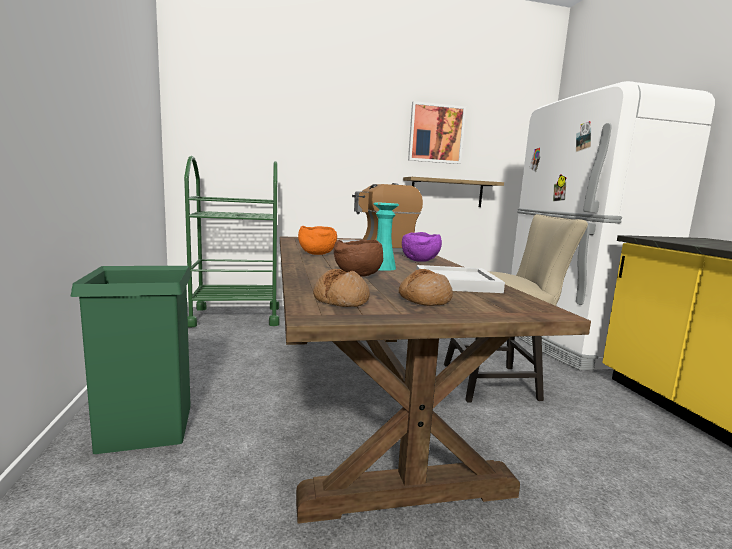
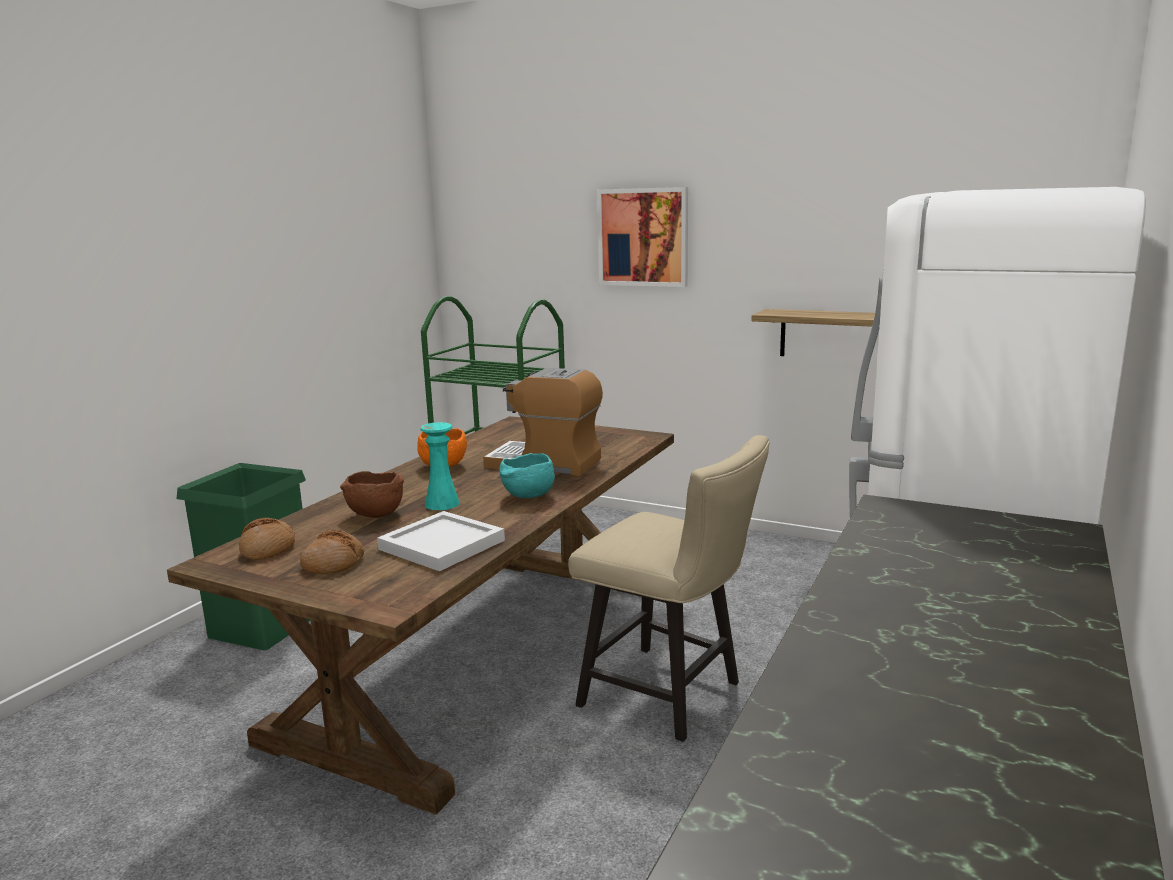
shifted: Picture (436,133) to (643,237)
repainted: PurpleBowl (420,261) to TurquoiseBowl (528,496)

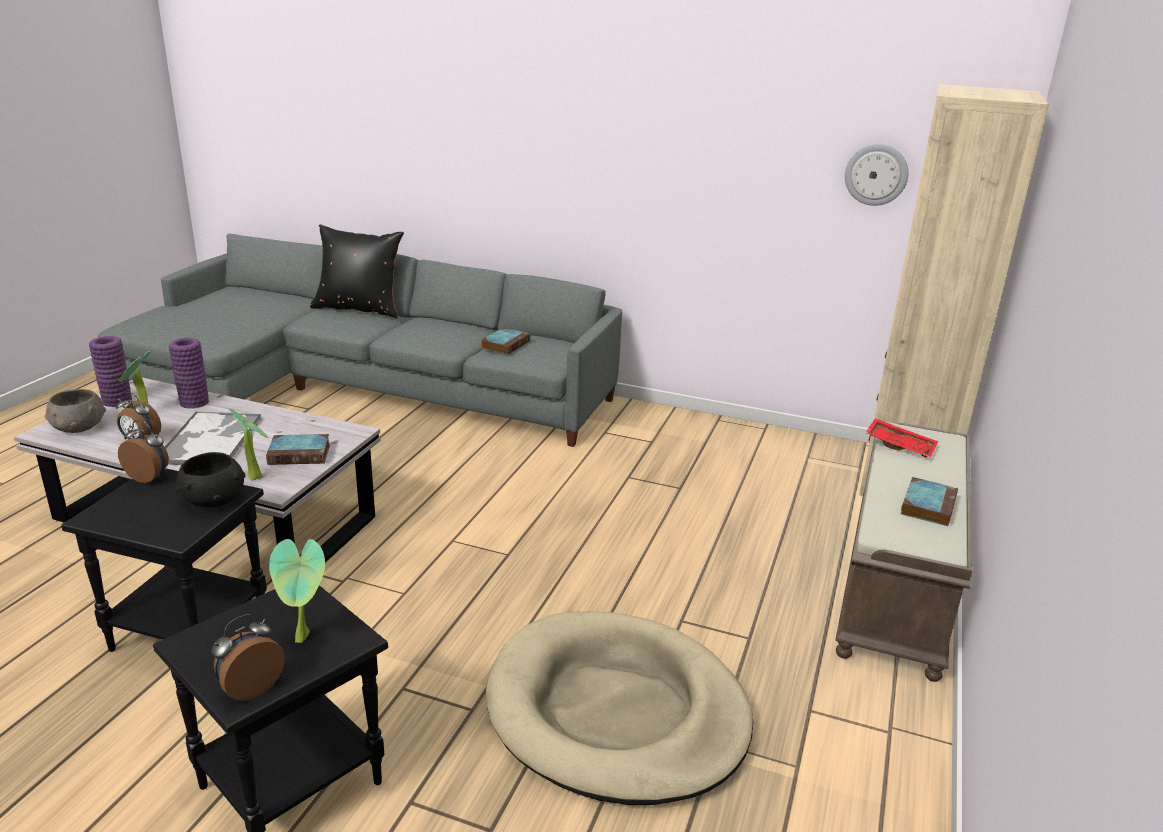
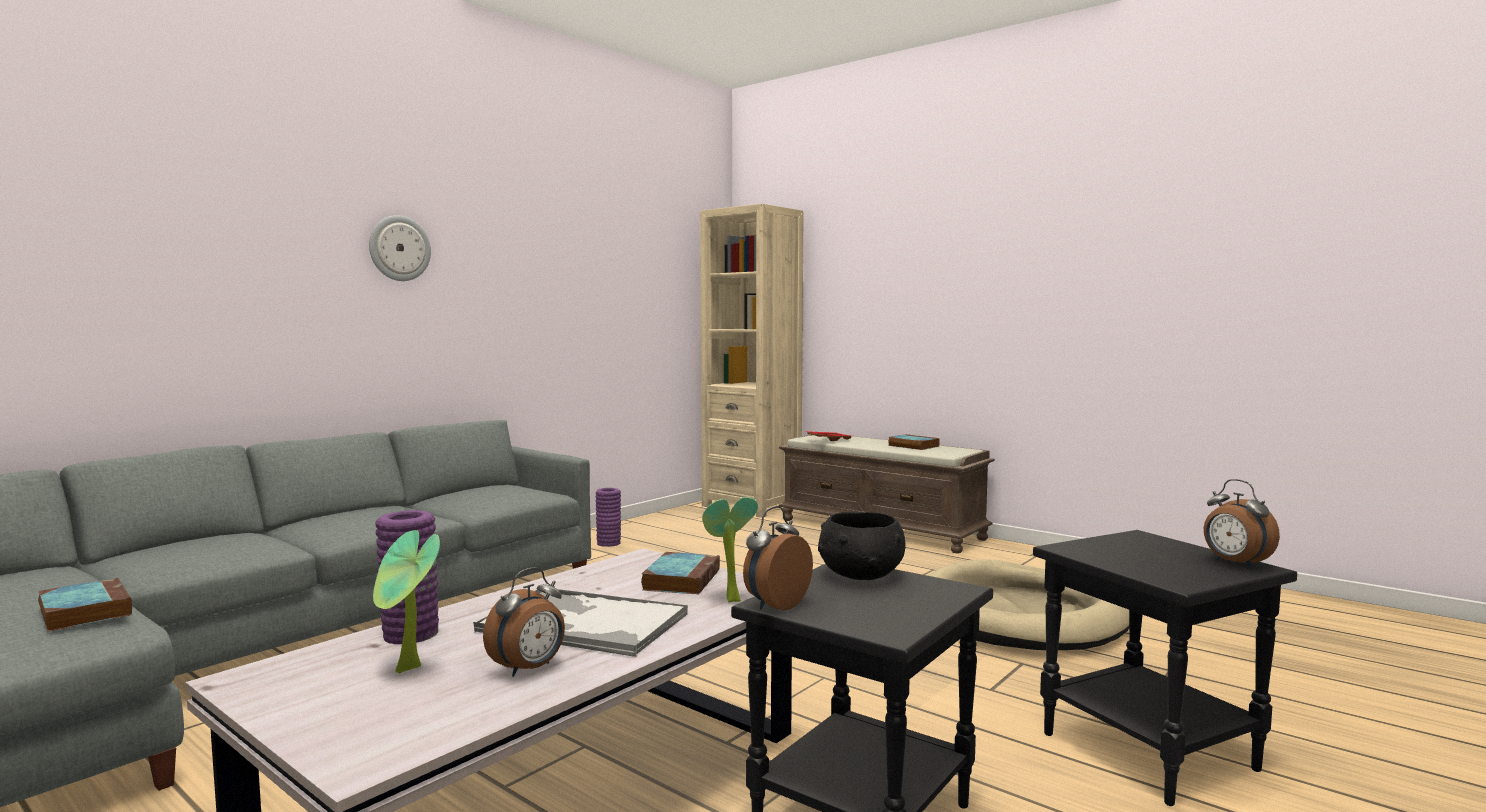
gone: GreyBowl (78,428); PottedPlant (304,638); BlackPillow (359,309)
shifted: PurpleVase (117,401) to (609,543); Book (506,344) to (84,611); WallClock (876,174) to (399,248)

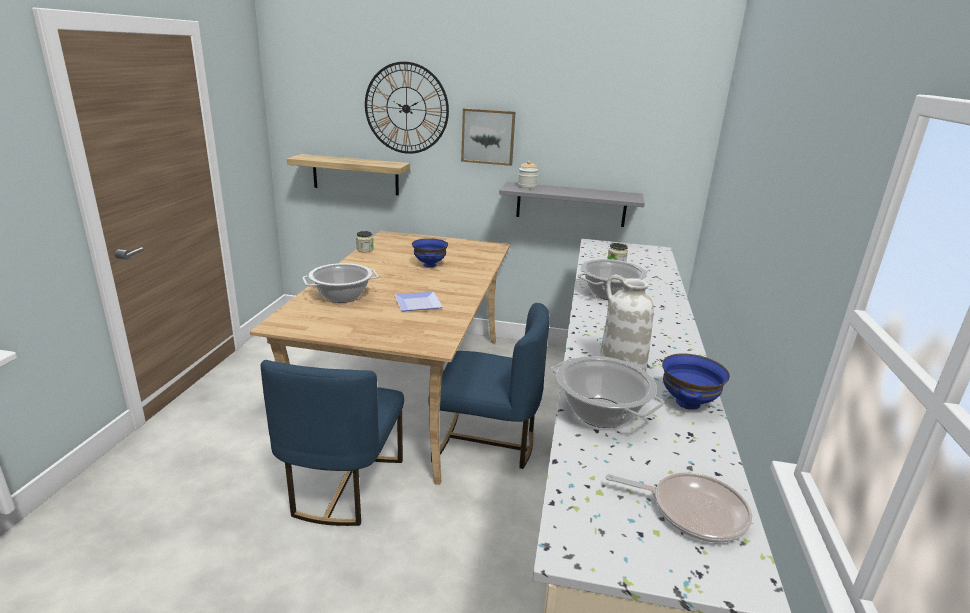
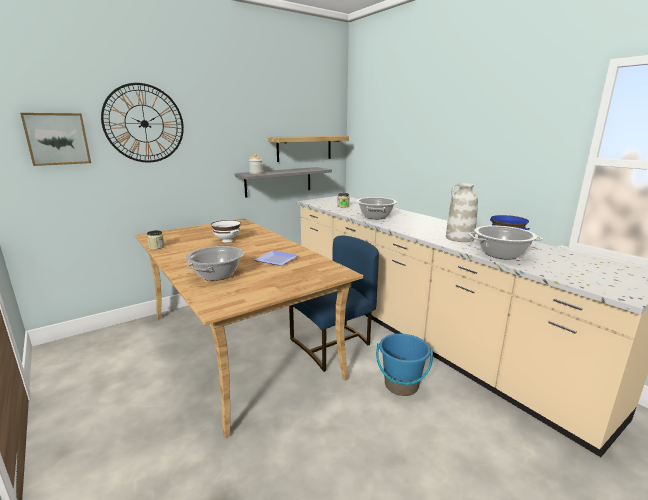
gone: BlueChair (342,486); FryingPan (692,511)
new: BlueBucket (401,385)
shifted: Shelf (355,175) to (304,148); Picture (488,136) to (57,139)
repainted: BlueBowl (430,265) to WhiteBowl (227,240)

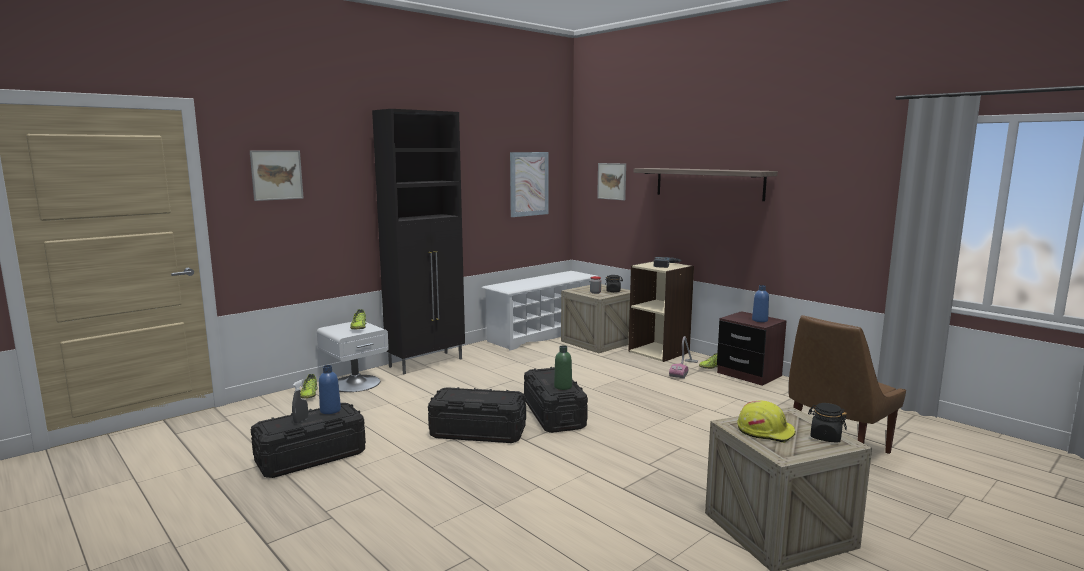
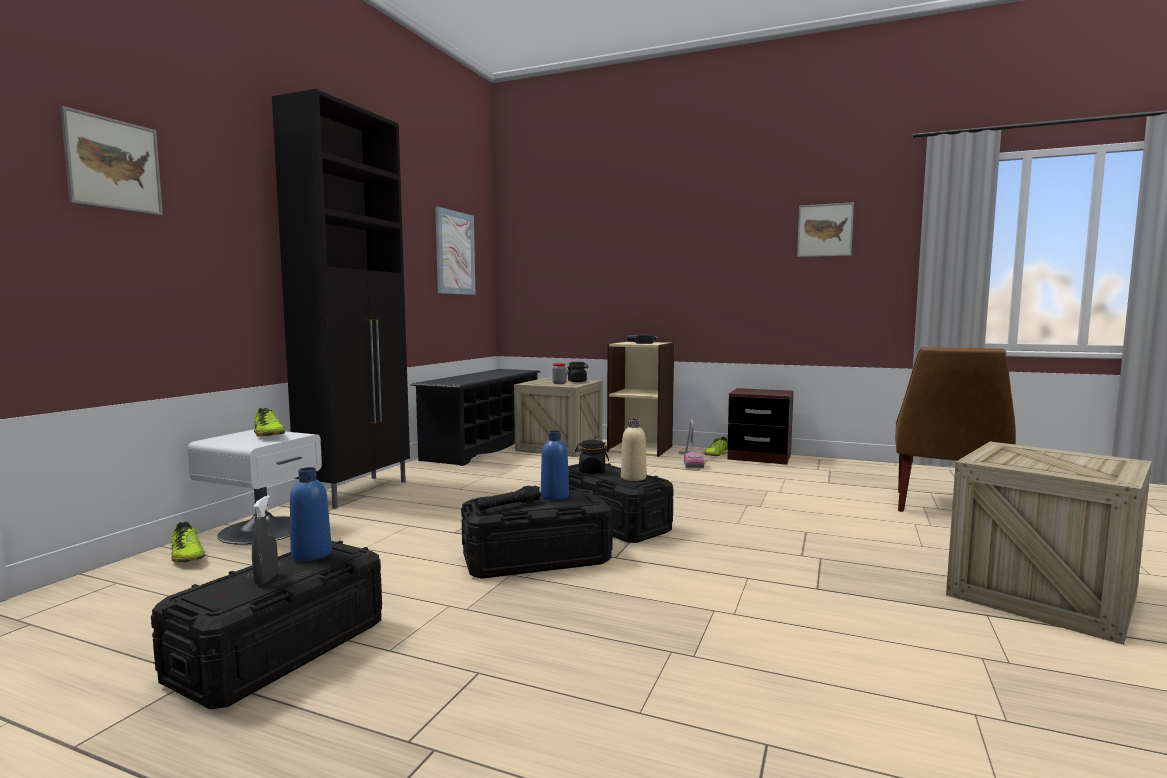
gone: Shelf (708,183); YellowHardHat (765,431)
new: BlackFlashlight (508,506)
shifted: Picture (612,181) to (825,230); BlueBottle (759,320) to (554,496); BlackJar (825,437) to (592,471)
repainted: WhiteShoeRack (542,334) to BlackShoeRack (483,447); GreenBottle (563,387) to BeigeBottle (633,478)

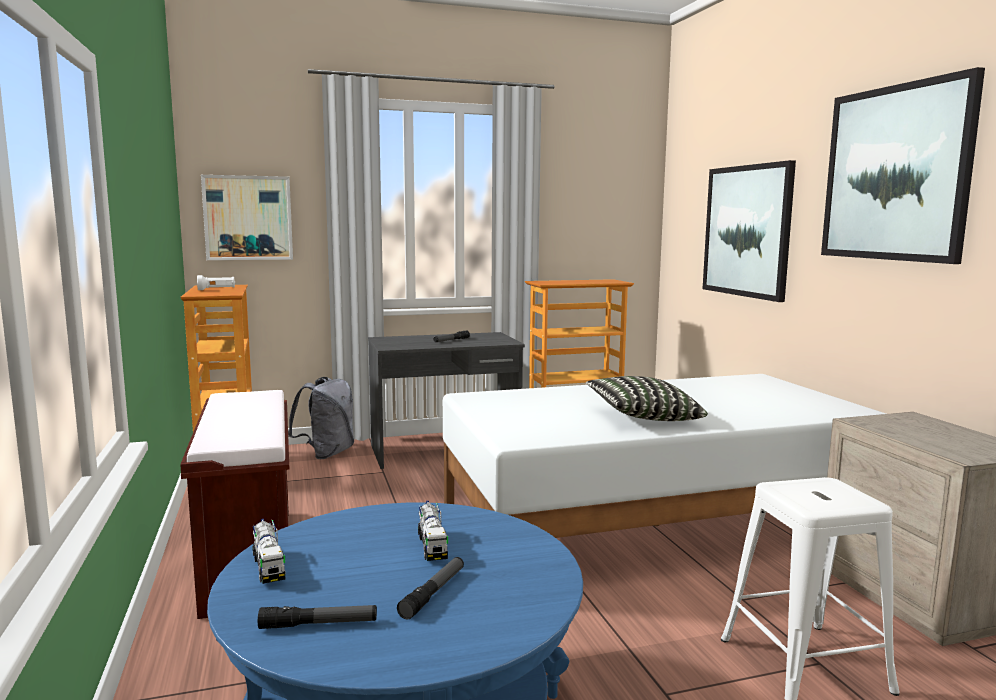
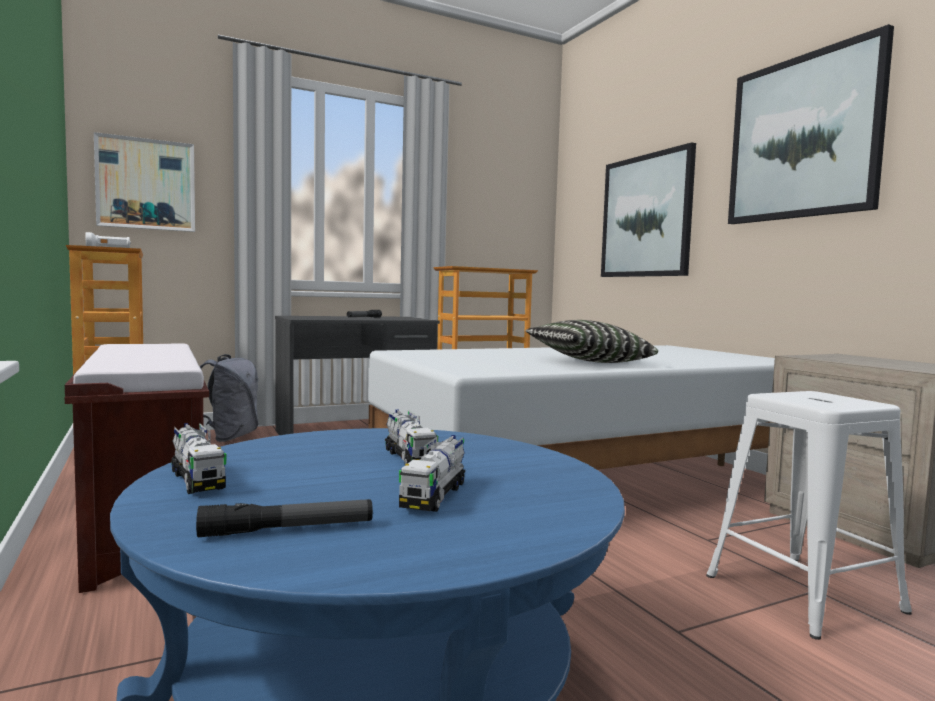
swapped: Flashlight (433,593) to ToyTruck (435,495)

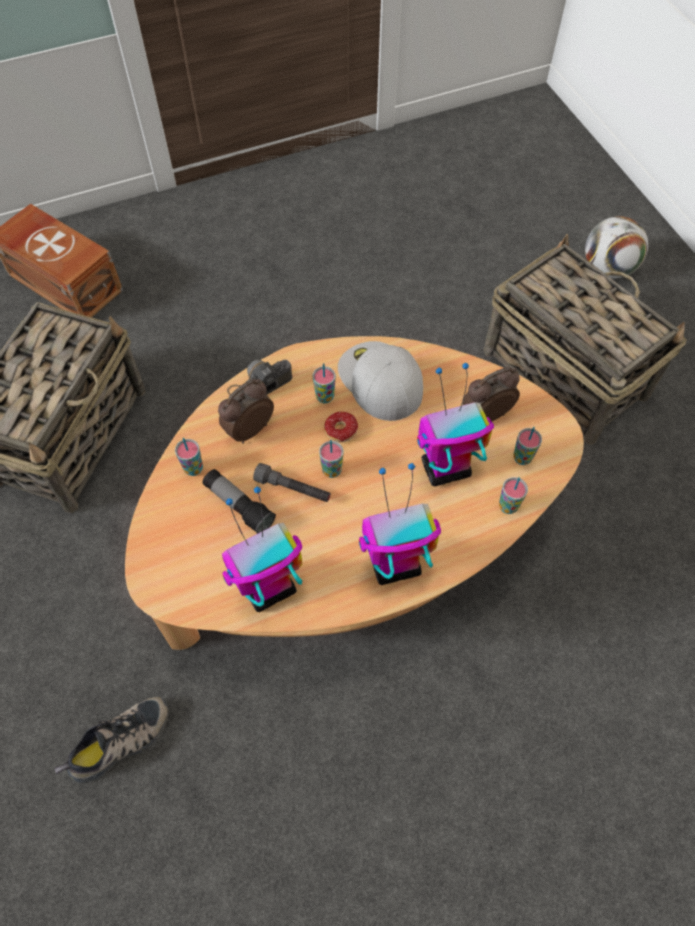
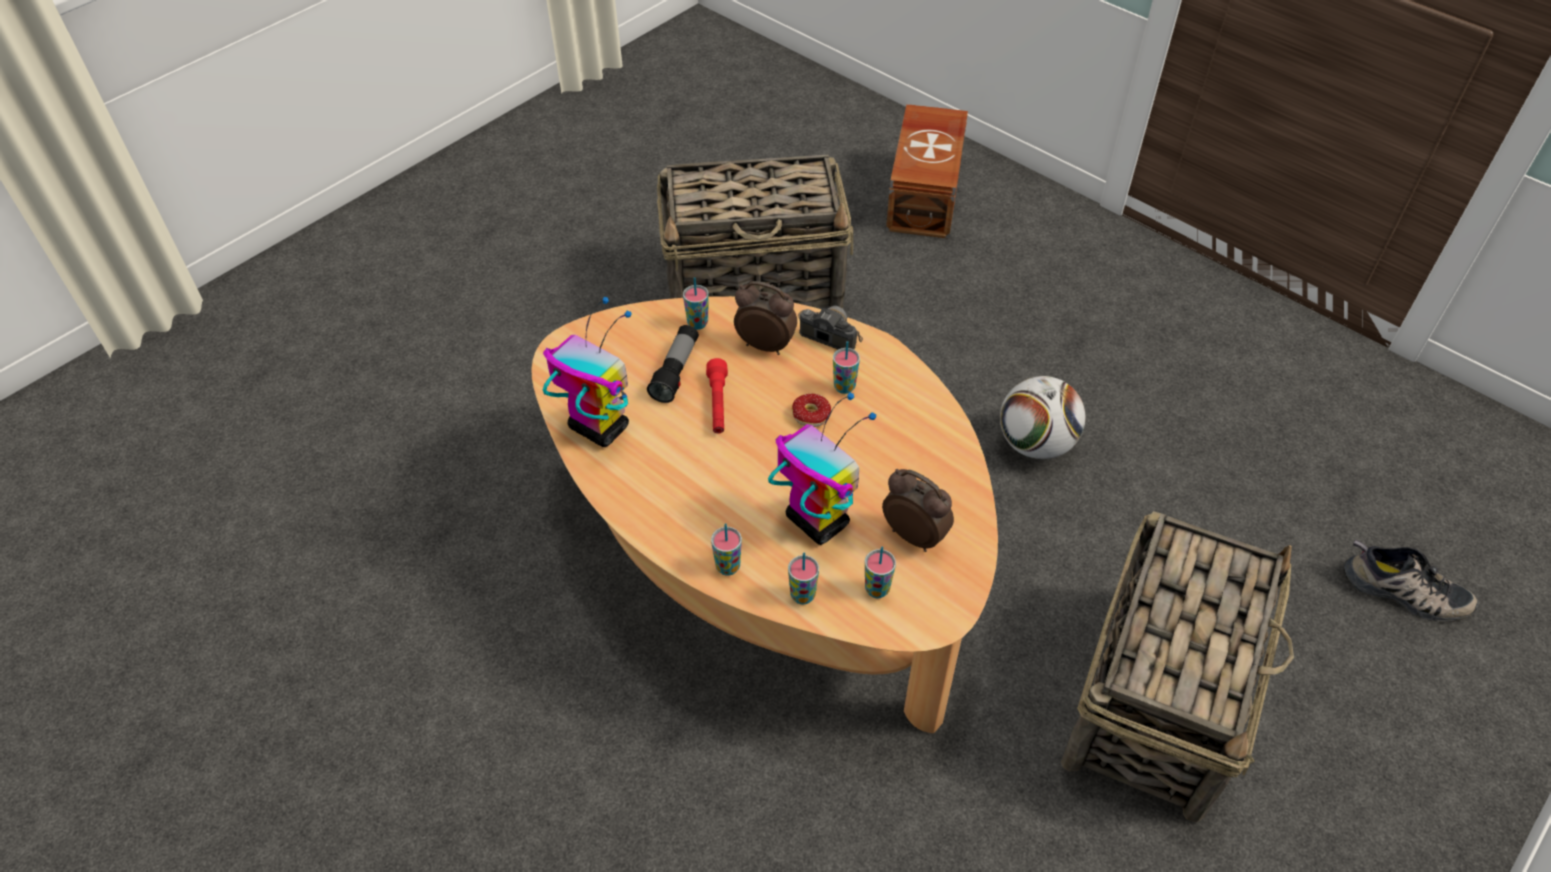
gone: WhiteCap (379,380); ToyRobot (393,566)
shifted: Shoe (121,743) to (1403,593); Cup (331,470) to (728,567); Football (607,269) to (1035,444)
repainted: GreyFlashlight (293,489) to RedFlashlight (718,404)

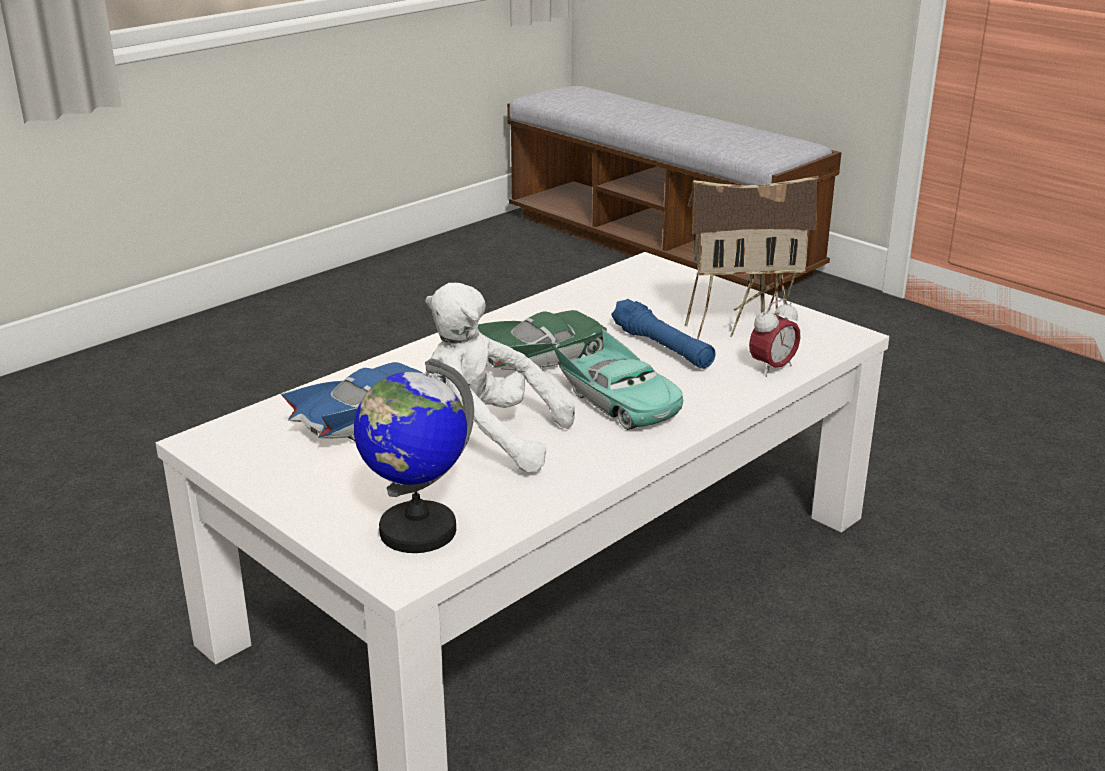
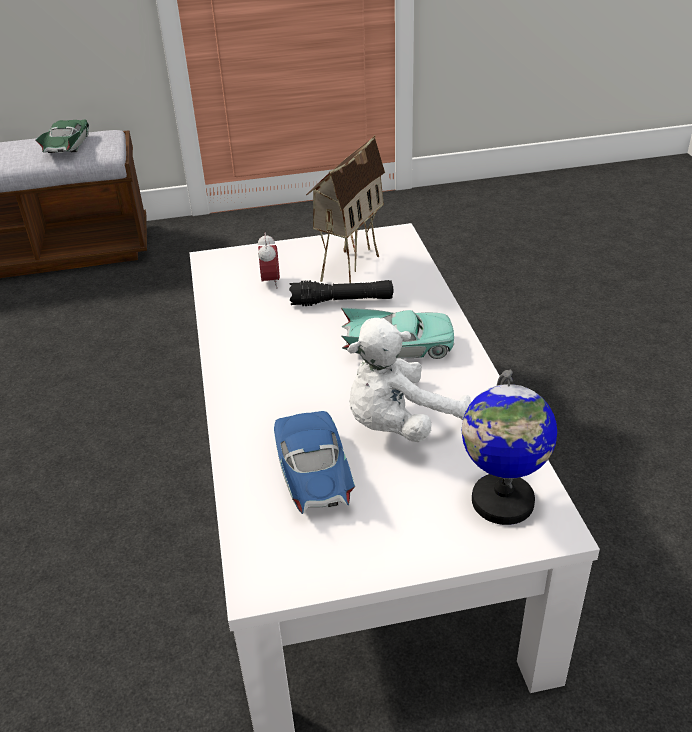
shifted: GreenToyCar (540,358) to (67,146); AlarmClock (772,368) to (270,282)
repainted: BlueFlashlight (662,347) to BlackFlashlight (342,301)

